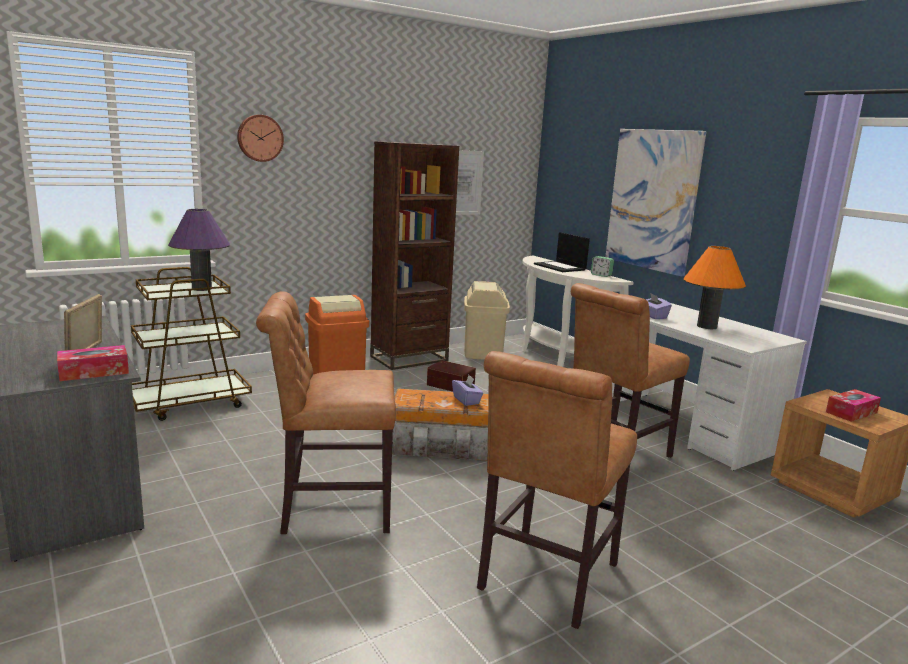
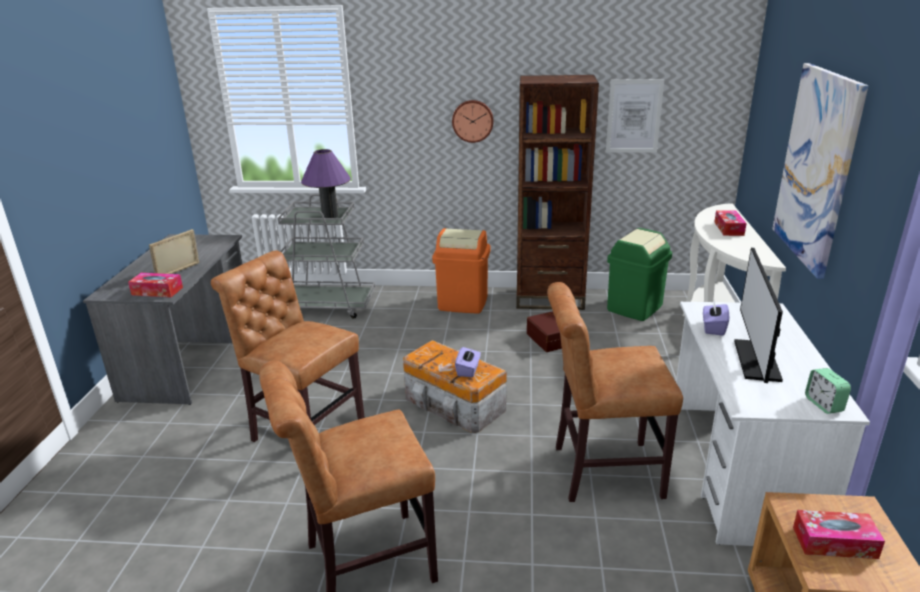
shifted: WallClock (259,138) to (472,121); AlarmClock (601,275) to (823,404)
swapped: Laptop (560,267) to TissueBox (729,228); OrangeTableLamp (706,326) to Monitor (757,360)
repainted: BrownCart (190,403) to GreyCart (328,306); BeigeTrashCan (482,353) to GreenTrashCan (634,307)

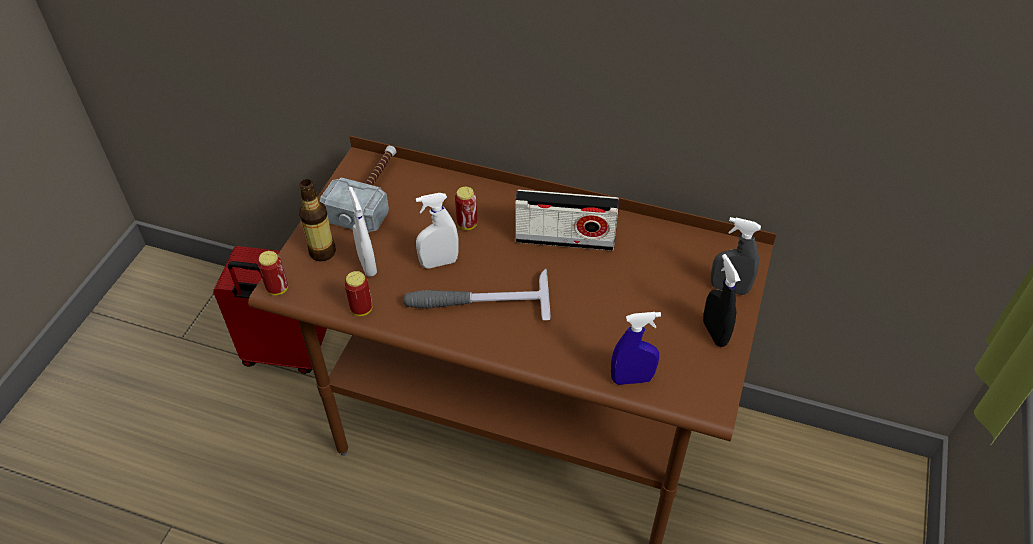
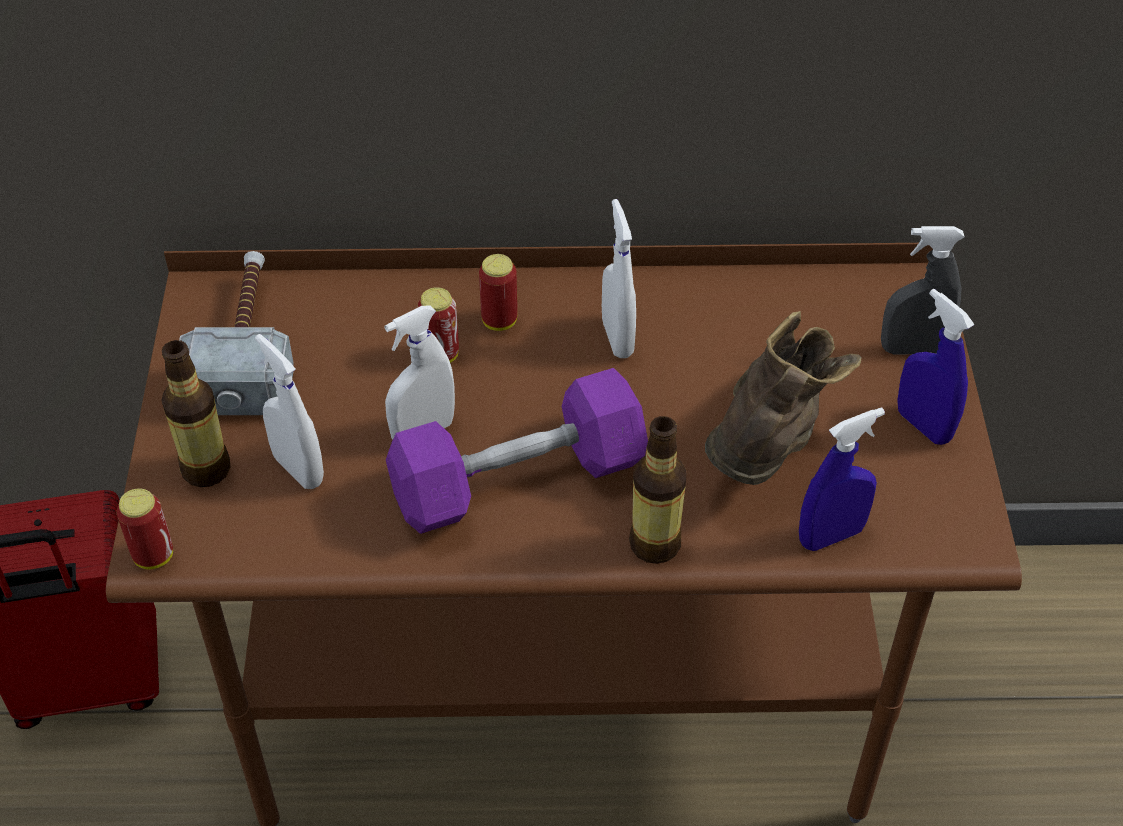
new: Bottle (654,544); BrownBoot (768,449)
shifted: Can (361,309) to (499,321)
swapped: Hammer (476,301) to PurpleDumbbell (518,480); Radio (565,240) to WhiteSprayBottle (617,338)
repainted: BlackSprayBottle (714,333) to BlueSprayBottle (923,425)

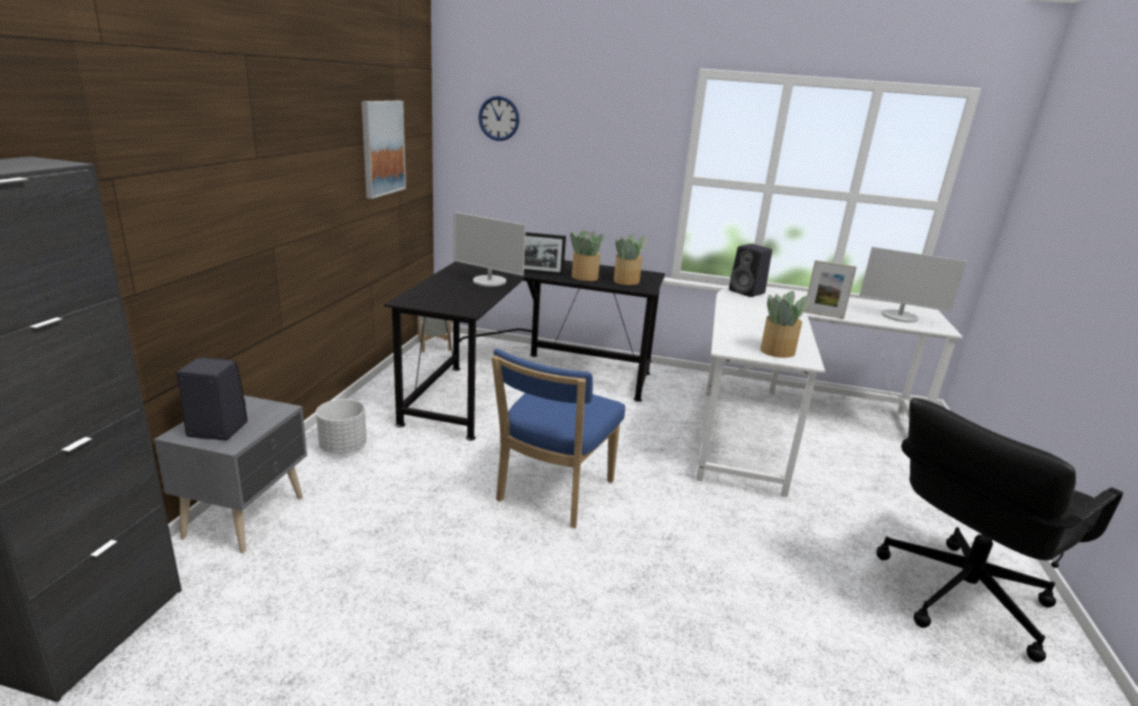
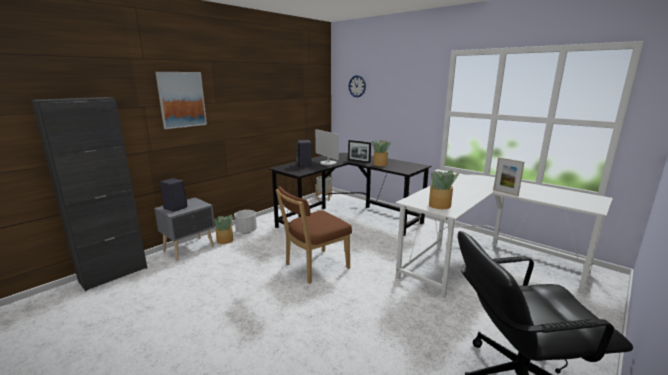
gone: Monitor (899,316)
shifted: Picture (382,148) to (181,99); PottedPlant (627,281) to (225,240); BlackSpeaker (747,292) to (304,165)
repainted: BlueChair (552,494) to BrownChair (314,267)

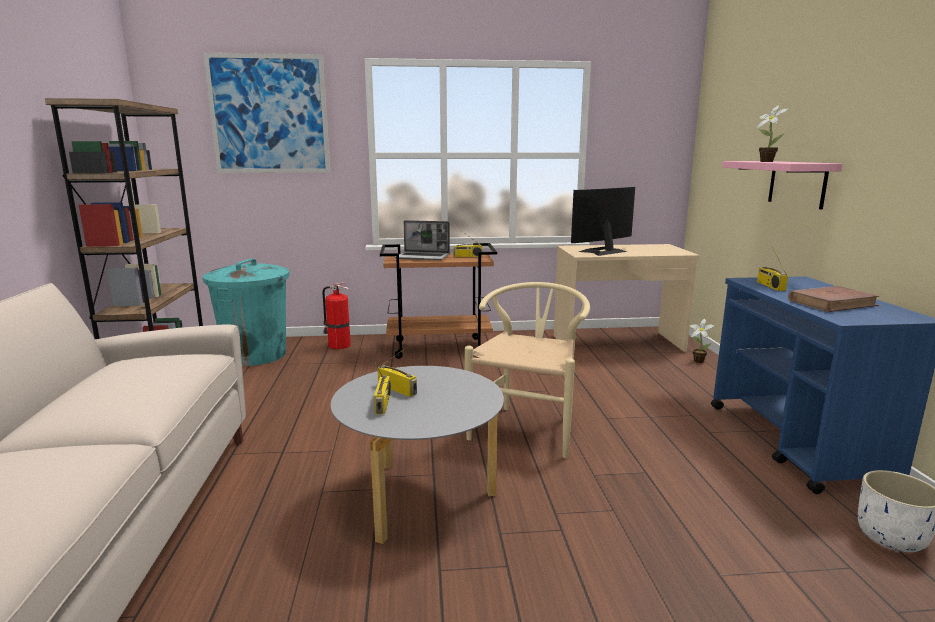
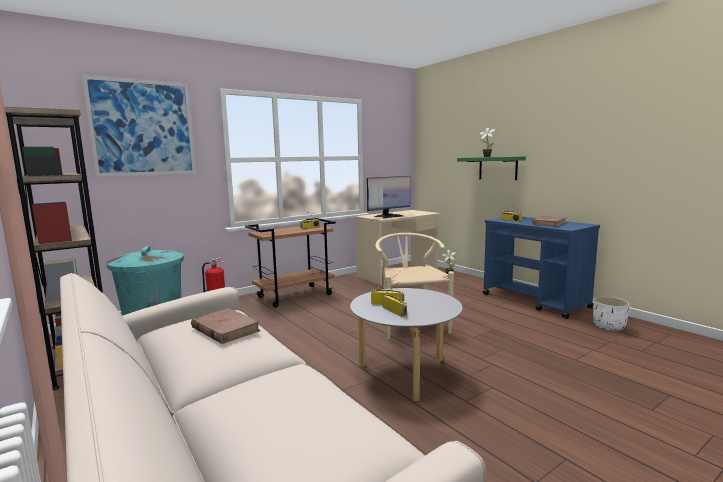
gone: Laptop (423,257)
new: BrownBook (225,329)
repainted: PinkShelf (797,183) to GreenShelf (498,168)
rotated: Monitor (602,251) = (388,216) 150 degrees counterclockwise

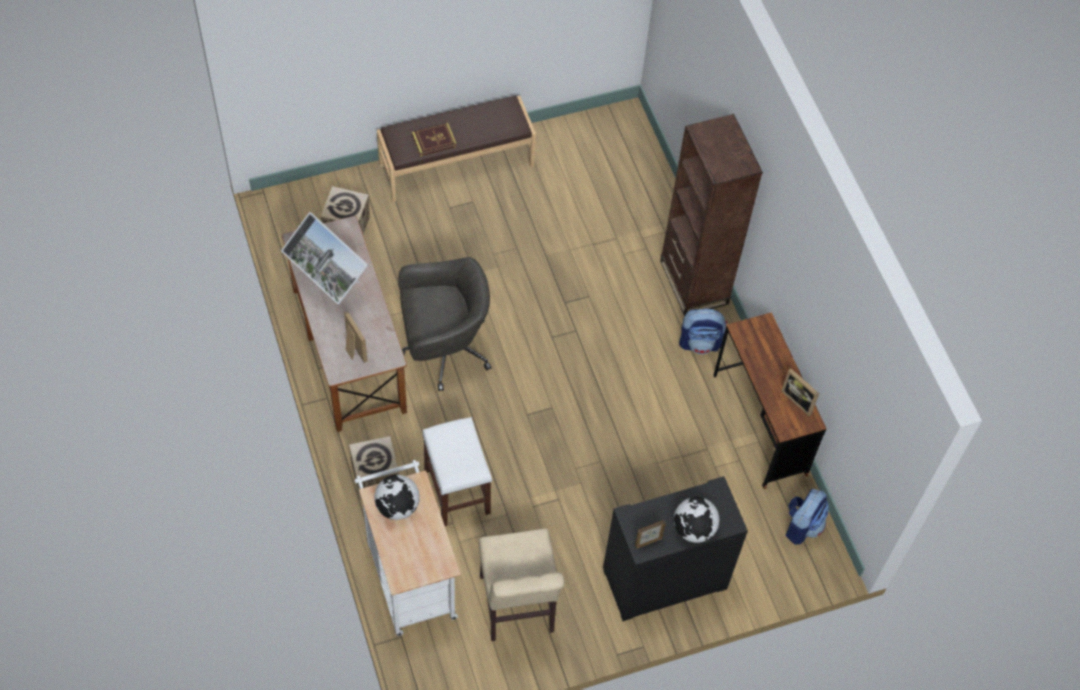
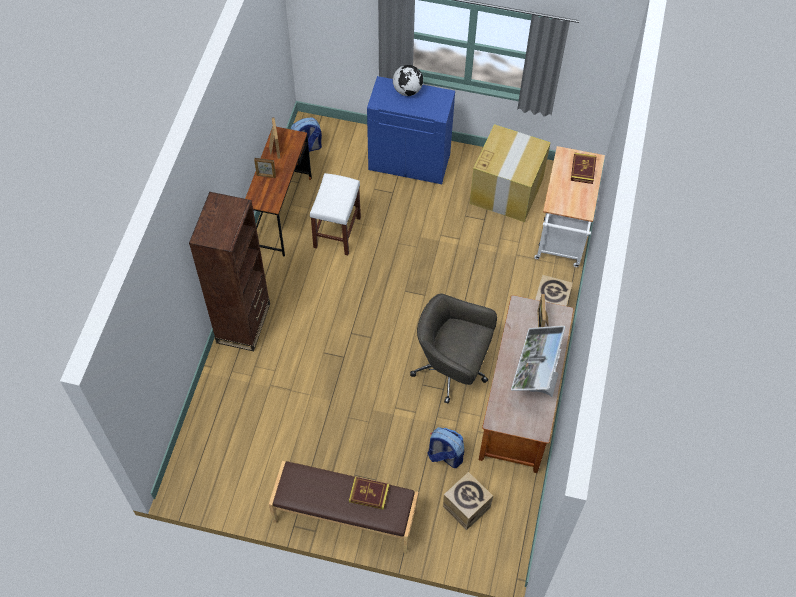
gone: Globe (397,507)
new: Book (583,169)
shifted: WhiteStool (456,490) to (337,233); PictureFrame (648,542) to (266,176); Backpack (700,343) to (444,456)
swapped: BeigeChair (517,608) to CardboardBox (507,190)
repainted: BlackCabinet (664,580) to BlueCabinet (410,162)
rotated: Monitor (329,286) = (534,379) 150 degrees counterclockwise

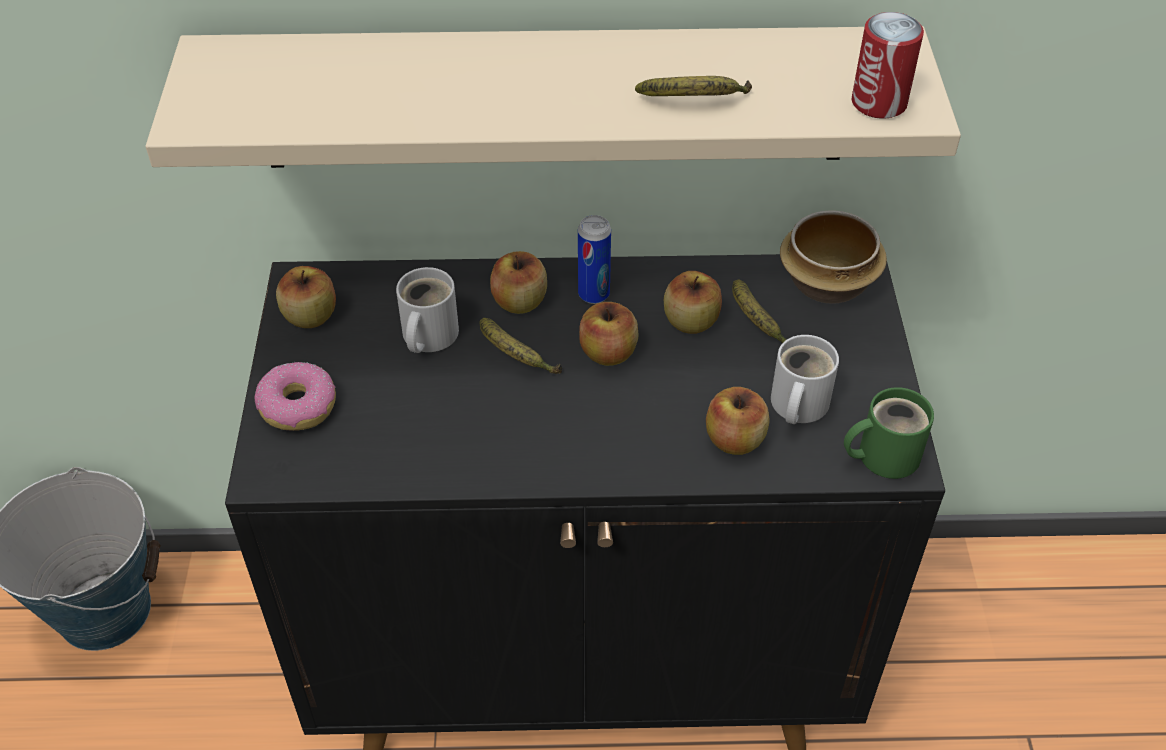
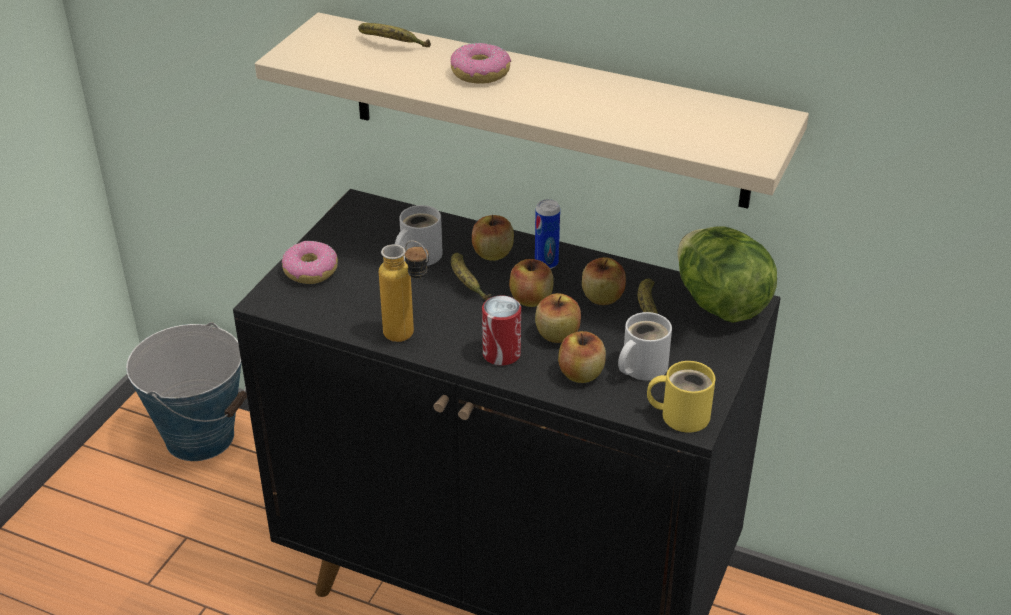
new: Bottle (409,338); Donut (480,73)
shifted: Apple (310,316) to (557,335); Banana (695,102) to (391,45); Can (879,103) to (501,354)
swapped: Bowl (827,285) to Lettuce (720,304)
repainted: GreenMug (882,454) to YellowMug (681,414)

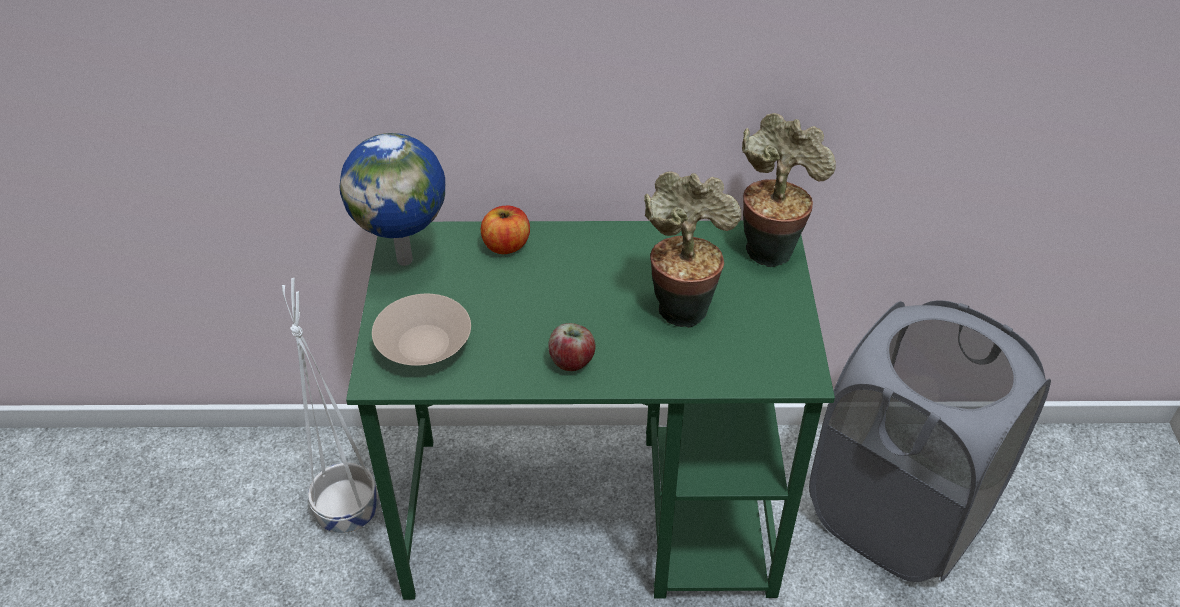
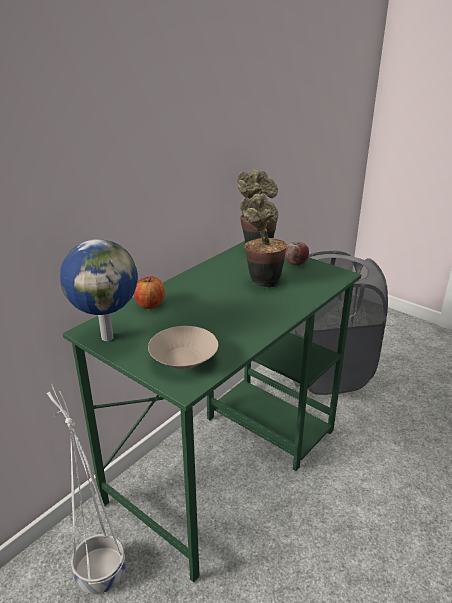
shifted: Apple (572,361) to (295,262)

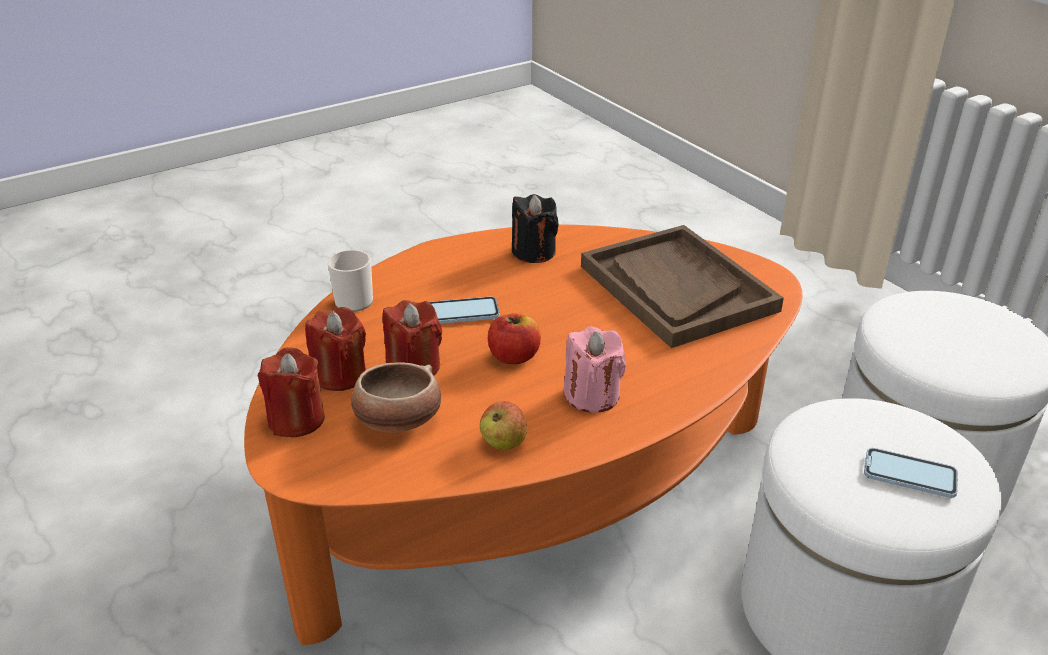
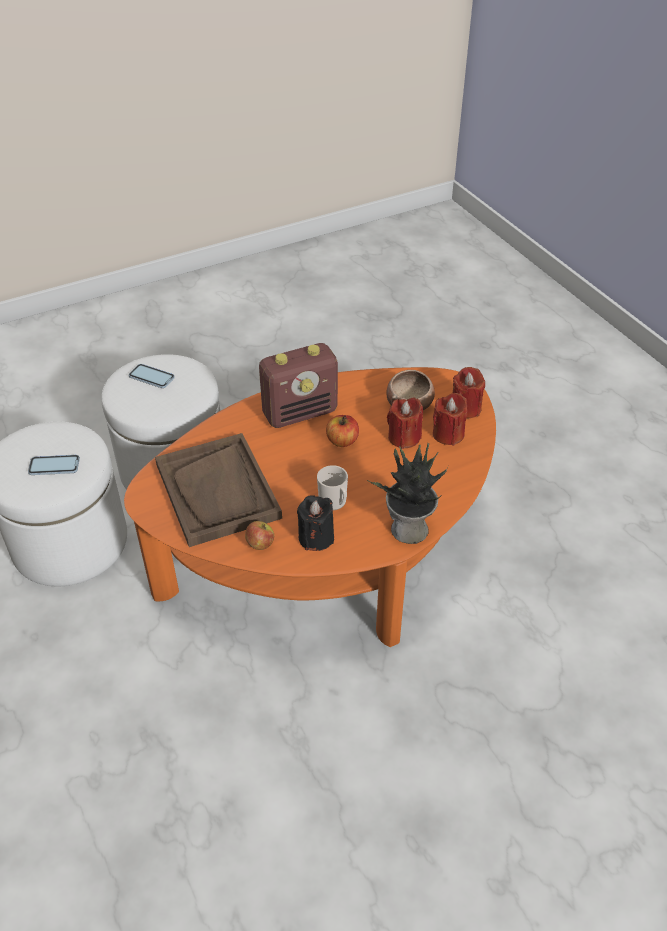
new: PottedPlant (408,530)
shifted: Mug (351,299) to (334,502); Phone (462,313) to (54,466); Apple (504,443) to (260,544)
swapped: PinkCandle (592,395) to Radio (300,413)

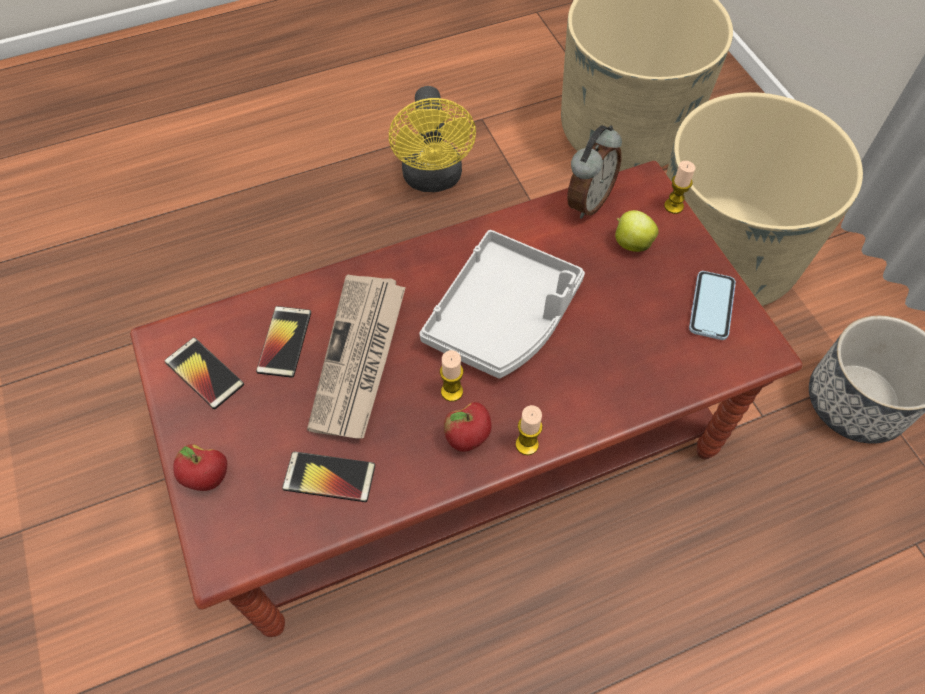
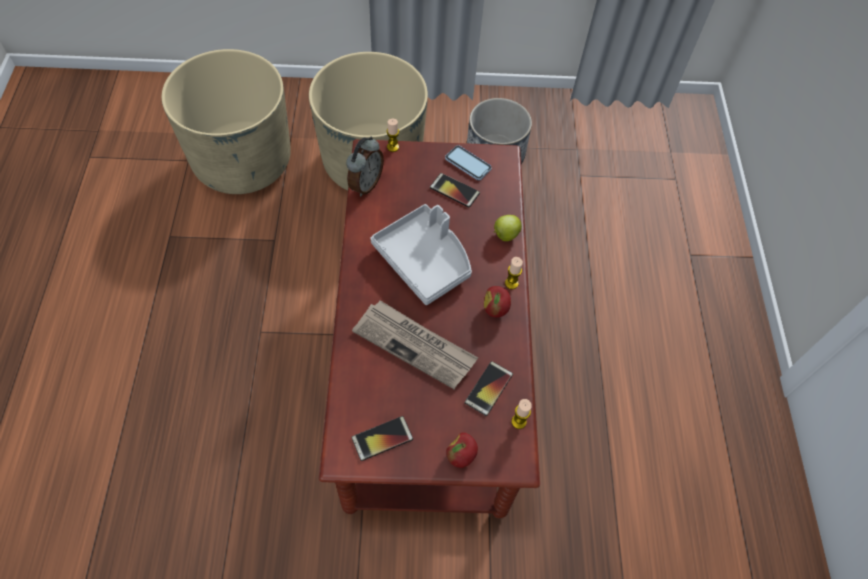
gone: YellowFan (433,179)
shifted: Phone (284,342) to (454,190); Candle (452,391) to (518,421); Apple (631,243) to (505,235)
rotated: AlarmClock (587,201) = (365,184) 60 degrees clockwise

